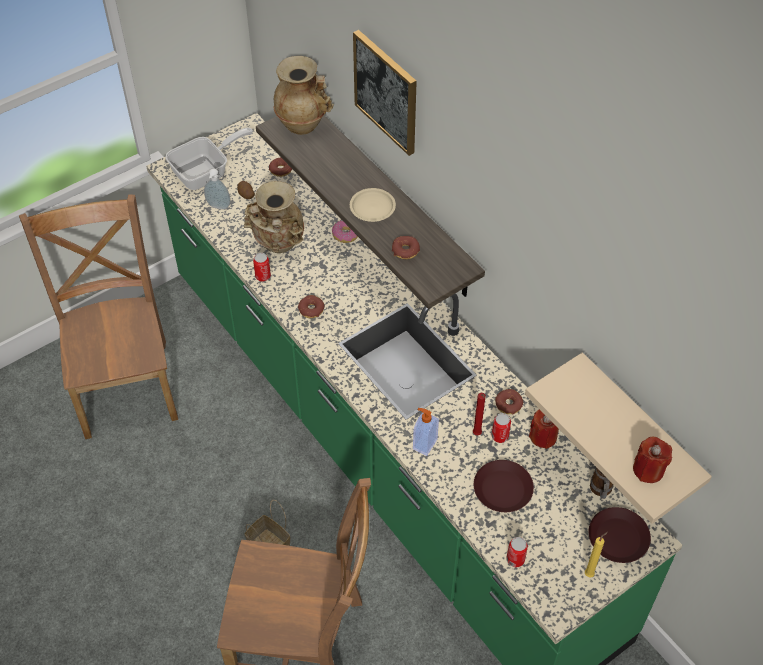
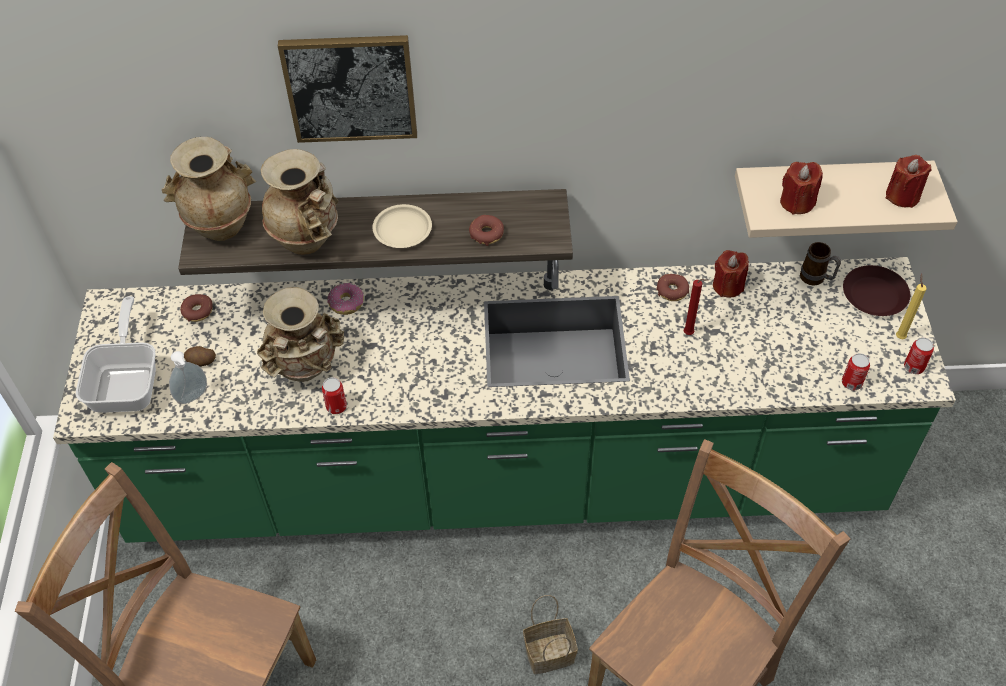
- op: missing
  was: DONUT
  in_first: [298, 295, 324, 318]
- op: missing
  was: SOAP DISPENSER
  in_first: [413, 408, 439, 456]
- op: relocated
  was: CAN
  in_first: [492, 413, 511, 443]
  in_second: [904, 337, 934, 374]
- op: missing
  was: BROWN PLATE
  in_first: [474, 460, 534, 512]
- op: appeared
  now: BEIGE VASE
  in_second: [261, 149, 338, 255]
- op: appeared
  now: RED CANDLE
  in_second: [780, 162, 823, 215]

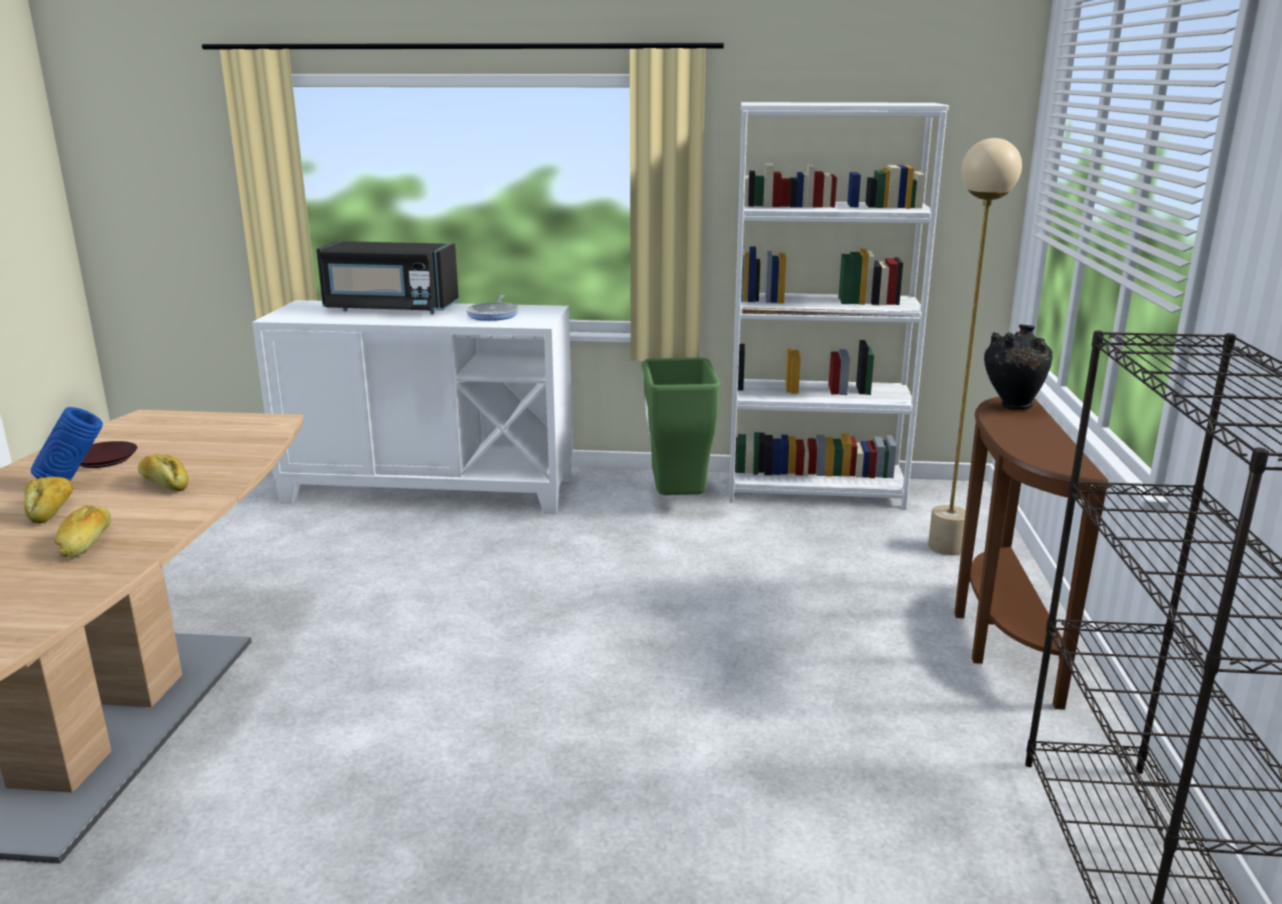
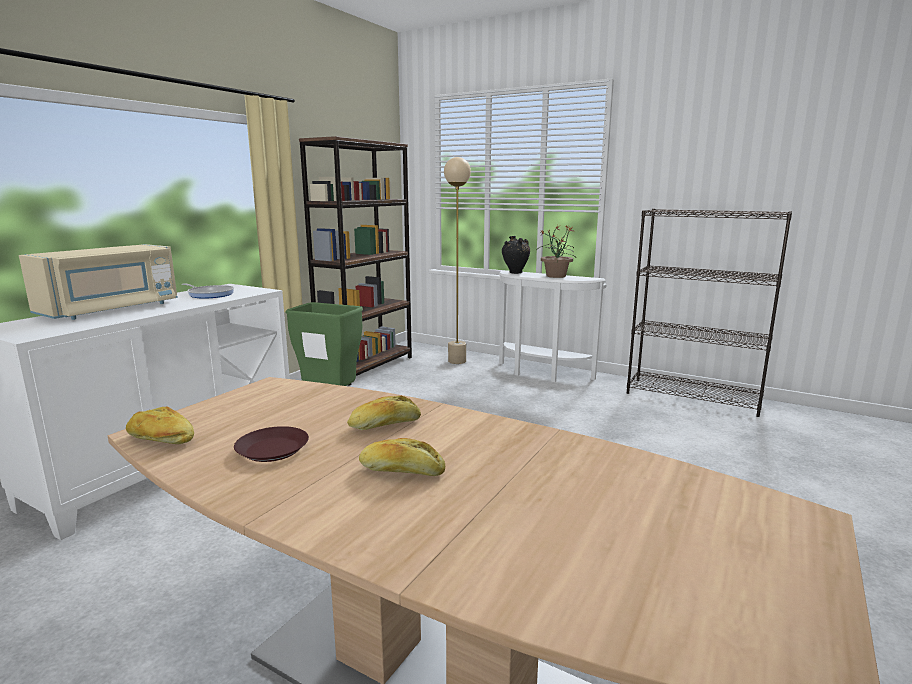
- op: colour
  was: WHITE BOOKCASE
  now: BROWN BOOKCASE
  in_first: [729, 102, 949, 509]
  in_second: [299, 136, 412, 386]
- op: colour
  was: BLACK MICROWAVE
  now: BEIGE MICROWAVE
  in_first: [316, 241, 459, 314]
  in_second: [19, 244, 178, 320]
- op: colour
  was: BROWN CONSOLE TABLE
  now: WHITE CONSOLE TABLE
  in_first: [954, 397, 1109, 710]
  in_second: [499, 270, 606, 382]
- op: missing
  was: BLUE VASE
  in_first: [31, 407, 103, 481]
- op: relocated
  was: BREAD
  in_first: [54, 505, 111, 557]
  in_second: [126, 406, 194, 444]
- op: appeared
  now: POTTED PLANT
  in_second: [537, 225, 576, 278]

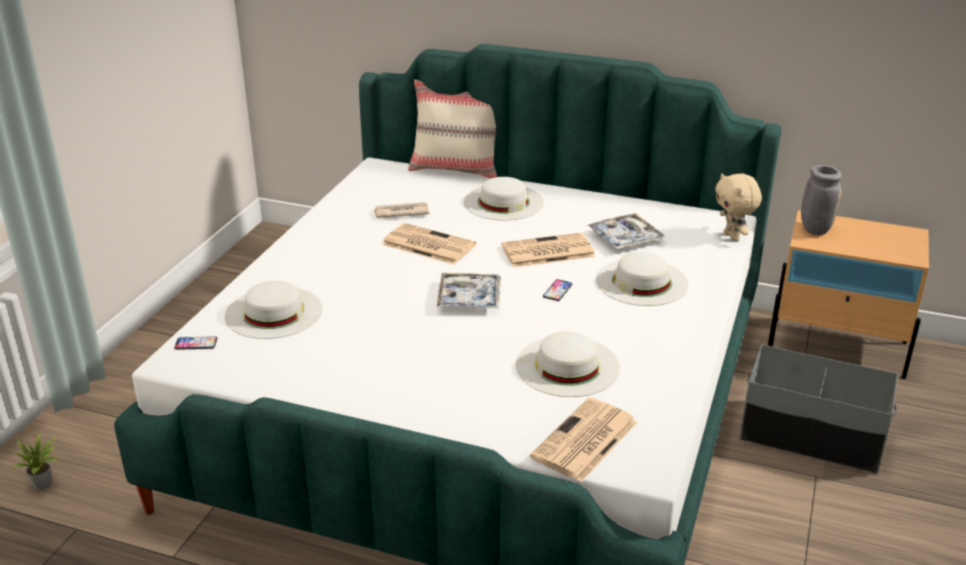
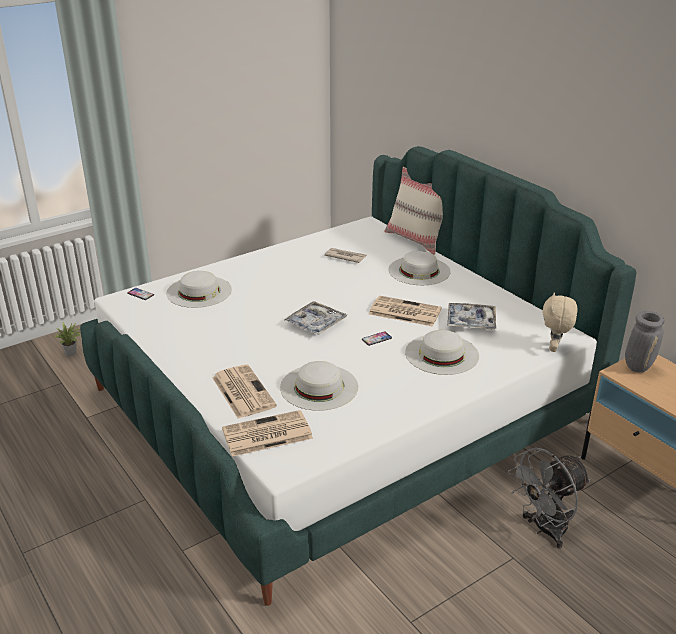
- op: relocated
  was: NEWSPAPER
  in_first: [382, 223, 476, 264]
  in_second: [212, 364, 277, 419]
- op: exchanged
  was: GREY STORAGE BOX
  now: GREY FAN
  in_first: [740, 344, 898, 473]
  in_second: [508, 447, 591, 549]

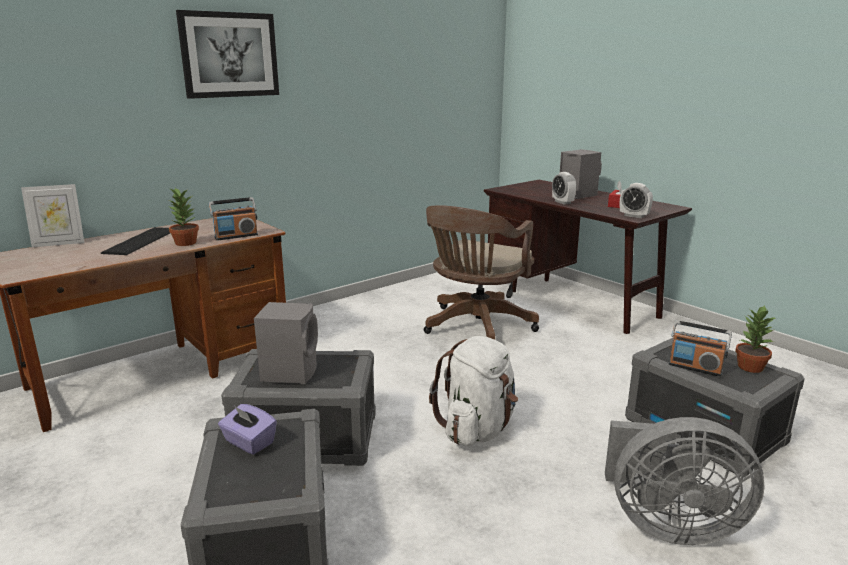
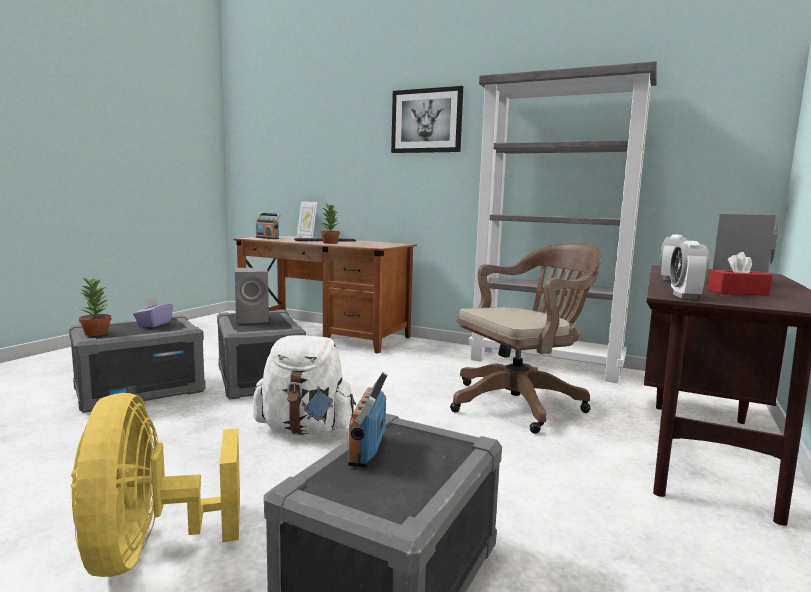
- op: relocated
  was: RADIO
  in_first: [209, 197, 258, 240]
  in_second: [256, 213, 281, 239]
- op: spun
  was: BROWN OFFICE CHAIR
  in_first: [424, 205, 539, 340]
  in_second: [450, 243, 602, 434]
  clockwise: 150
- op: relocated
  was: POTTED PLANT
  in_first: [735, 305, 776, 373]
  in_second: [79, 277, 112, 336]
- op: colour
  was: GREY FAN
  now: YELLOW FAN
  in_first: [605, 417, 765, 545]
  in_second: [71, 393, 240, 577]
- op: appeared
  now: GREY BOOKCASE
  in_second: [468, 61, 657, 383]

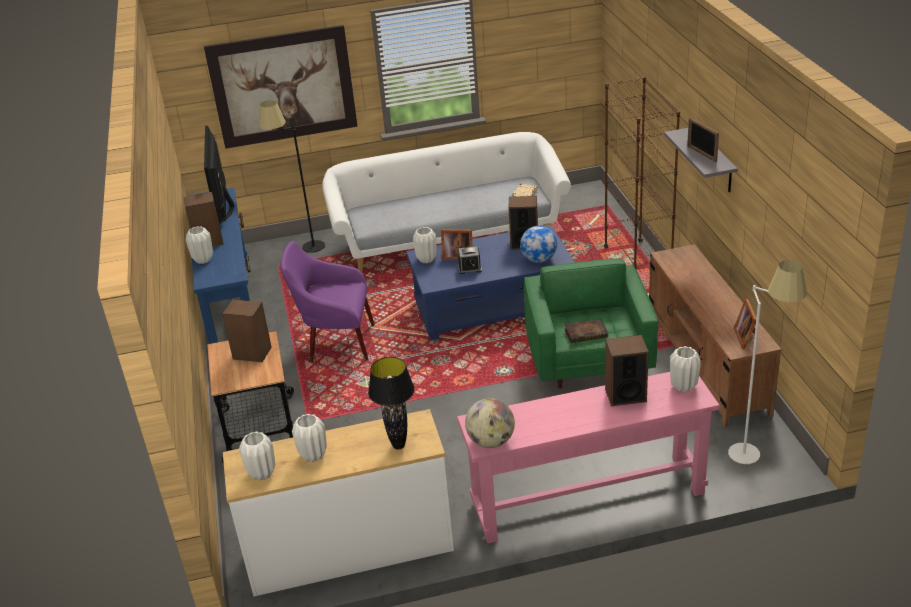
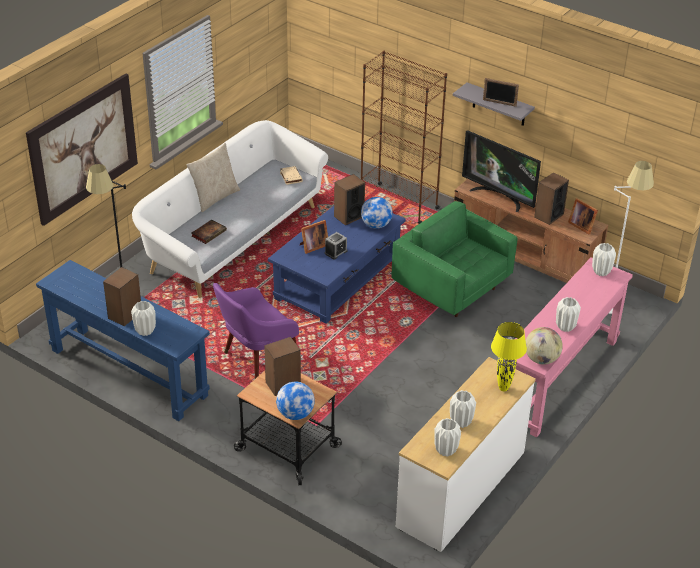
- op: relocated
  was: TELEVISION
  in_first: [204, 126, 234, 223]
  in_second: [462, 130, 541, 212]
- op: relocated
  was: WHITE VASE
  in_first: [413, 227, 437, 263]
  in_second: [556, 297, 581, 332]
- op: relocated
  was: BOOK
  in_first: [564, 319, 608, 343]
  in_second: [191, 220, 227, 244]
- op: relocated
  was: SPEAKER
  in_first: [605, 335, 649, 406]
  in_second: [534, 172, 569, 225]
- op: colour
  was: BLACK TABLE LAMP
  now: YELLOW TABLE LAMP
  in_first: [368, 357, 415, 450]
  in_second: [491, 322, 527, 391]
- op: appeared
  now: BEIGE PILLOW
  in_second: [187, 143, 240, 212]
- op: appeared
  now: GLOBE
  in_second: [276, 381, 315, 420]

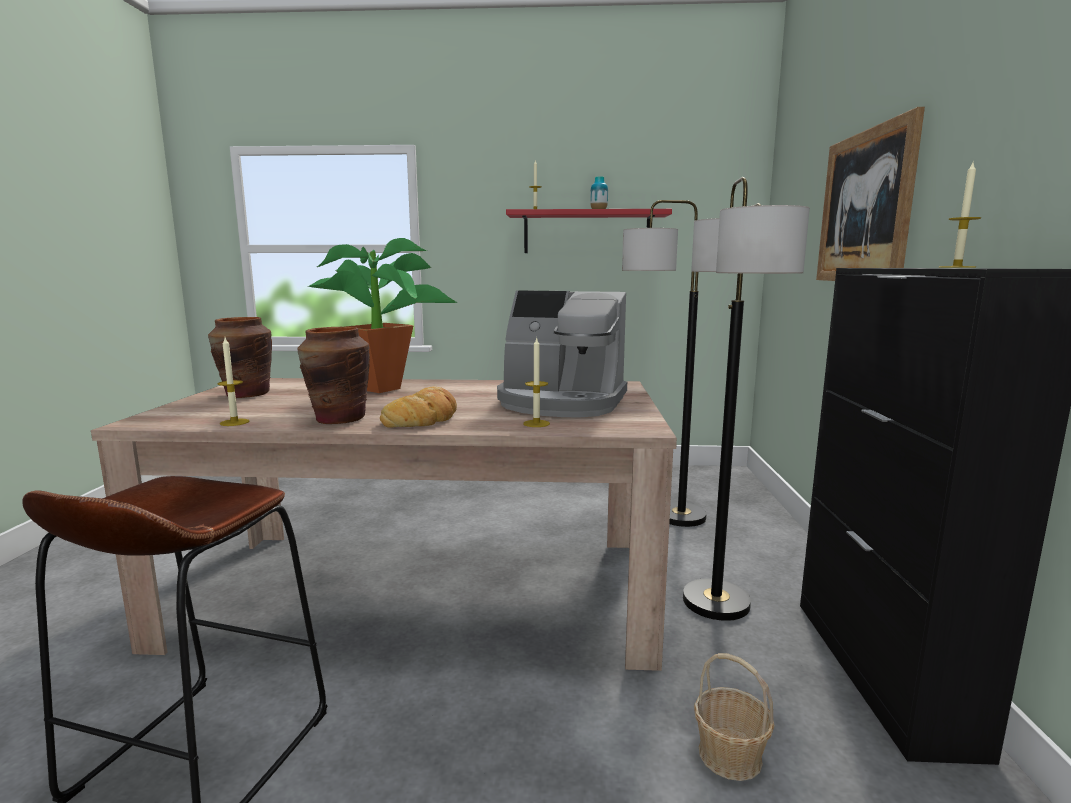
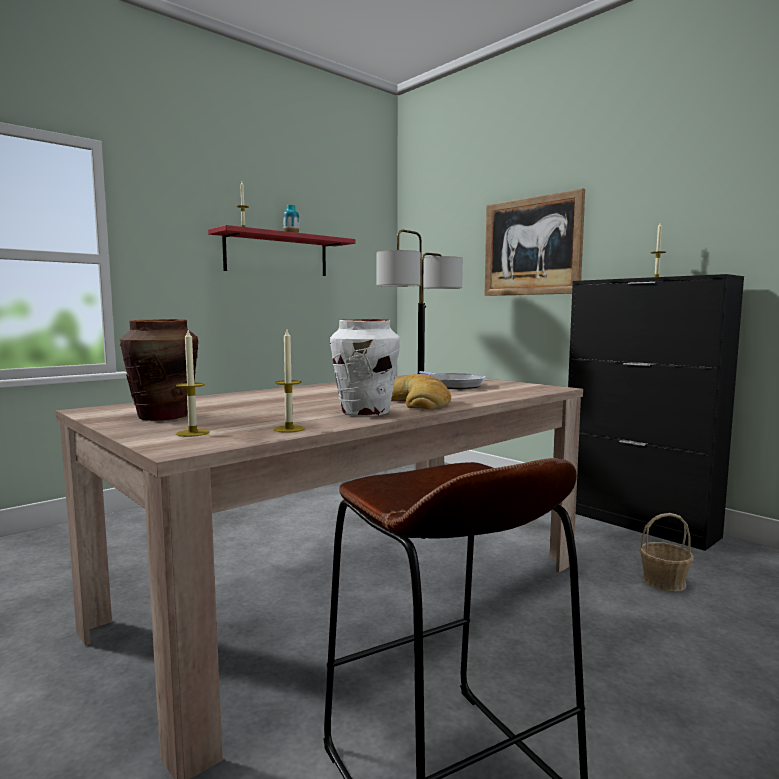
- op: missing
  was: FLOOR LAMP
  in_first: [683, 177, 810, 621]
- op: missing
  was: POTTED PLANT
  in_first: [308, 238, 458, 393]
- op: exchanged
  was: COFFEE MACHINE
  now: FRYING PAN
  in_first: [497, 290, 627, 418]
  in_second: [419, 371, 485, 389]
- op: colour
  was: BROWN VASE
  now: WHITE VASE
  in_first: [298, 327, 370, 424]
  in_second: [330, 319, 400, 416]
- op: relocated
  was: CANDLE
  in_first: [523, 337, 550, 427]
  in_second: [176, 330, 210, 437]

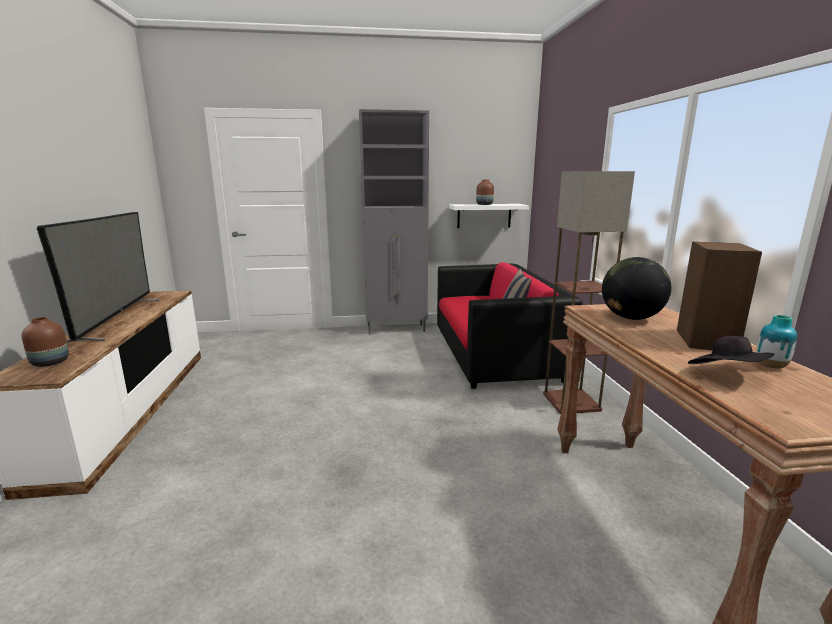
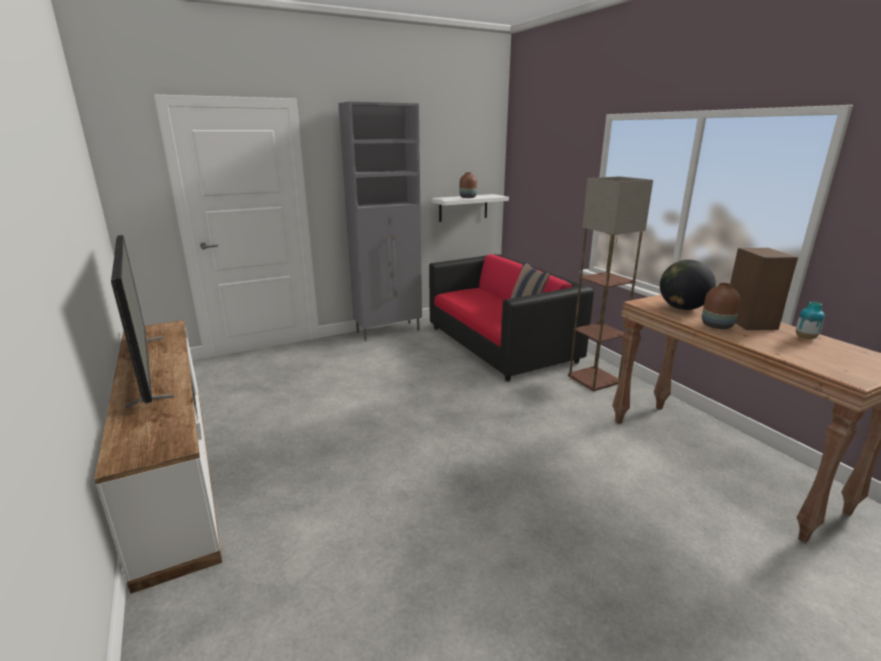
- op: relocated
  was: BROWN VASE
  in_first: [22, 317, 69, 367]
  in_second: [702, 283, 741, 329]
- op: missing
  was: BLACK HAT
  in_first: [688, 336, 774, 364]

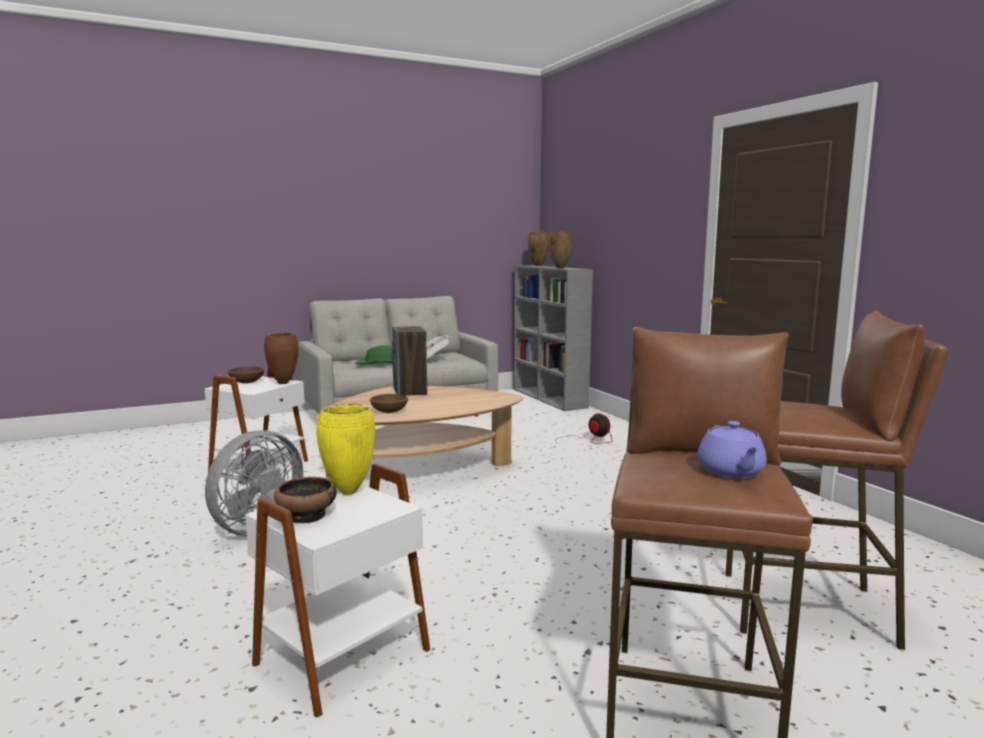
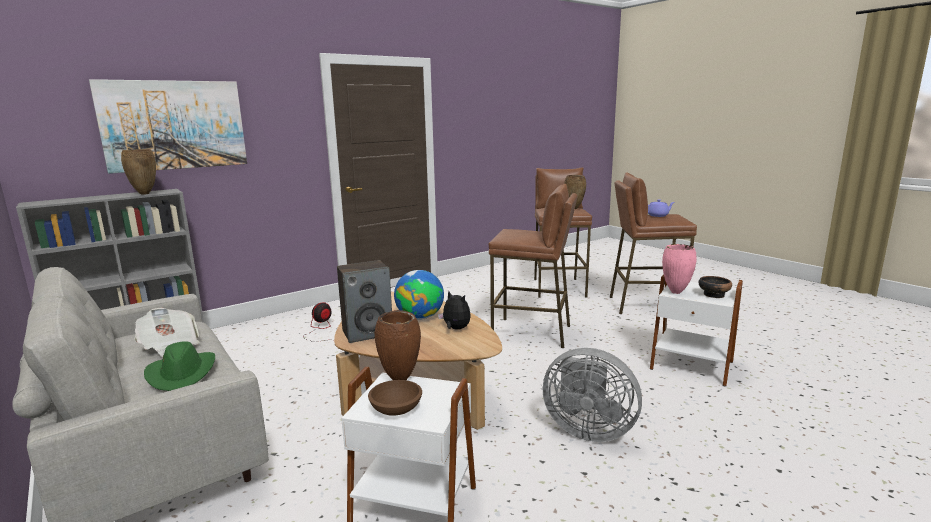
- op: relocated
  was: BROWN VASE
  in_first: [528, 231, 550, 266]
  in_second: [564, 175, 586, 209]
- op: exchanged
  was: BROWN BOWL
  now: PLUSH TOY
  in_first: [370, 394, 408, 413]
  in_second: [438, 291, 471, 330]
- op: colour
  was: YELLOW VASE
  now: PINK VASE
  in_first: [316, 404, 375, 495]
  in_second: [662, 244, 697, 294]
- op: appeared
  now: PICTURE
  in_second: [89, 79, 247, 174]
- op: appeared
  now: BROWN STOOL
  in_second: [489, 184, 577, 348]
- op: appeared
  now: GLOBE
  in_second: [394, 270, 444, 320]

